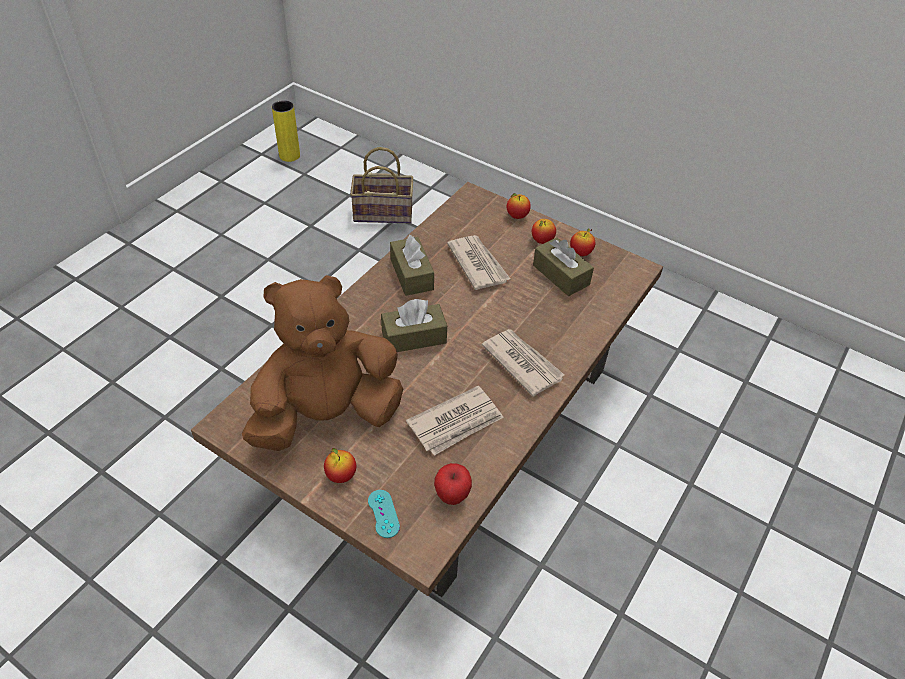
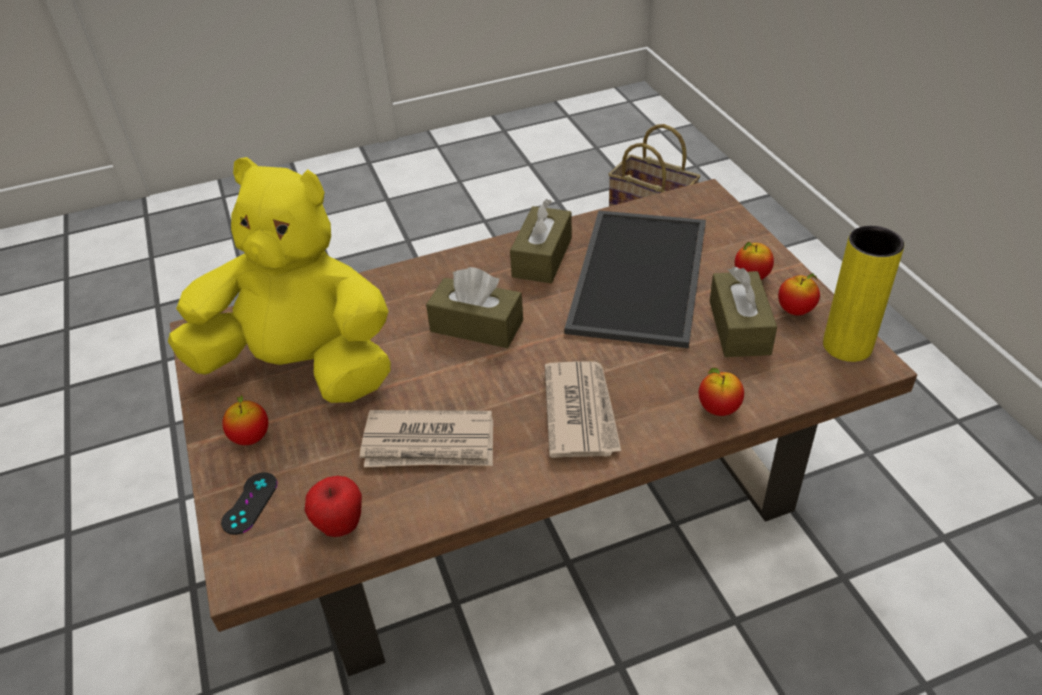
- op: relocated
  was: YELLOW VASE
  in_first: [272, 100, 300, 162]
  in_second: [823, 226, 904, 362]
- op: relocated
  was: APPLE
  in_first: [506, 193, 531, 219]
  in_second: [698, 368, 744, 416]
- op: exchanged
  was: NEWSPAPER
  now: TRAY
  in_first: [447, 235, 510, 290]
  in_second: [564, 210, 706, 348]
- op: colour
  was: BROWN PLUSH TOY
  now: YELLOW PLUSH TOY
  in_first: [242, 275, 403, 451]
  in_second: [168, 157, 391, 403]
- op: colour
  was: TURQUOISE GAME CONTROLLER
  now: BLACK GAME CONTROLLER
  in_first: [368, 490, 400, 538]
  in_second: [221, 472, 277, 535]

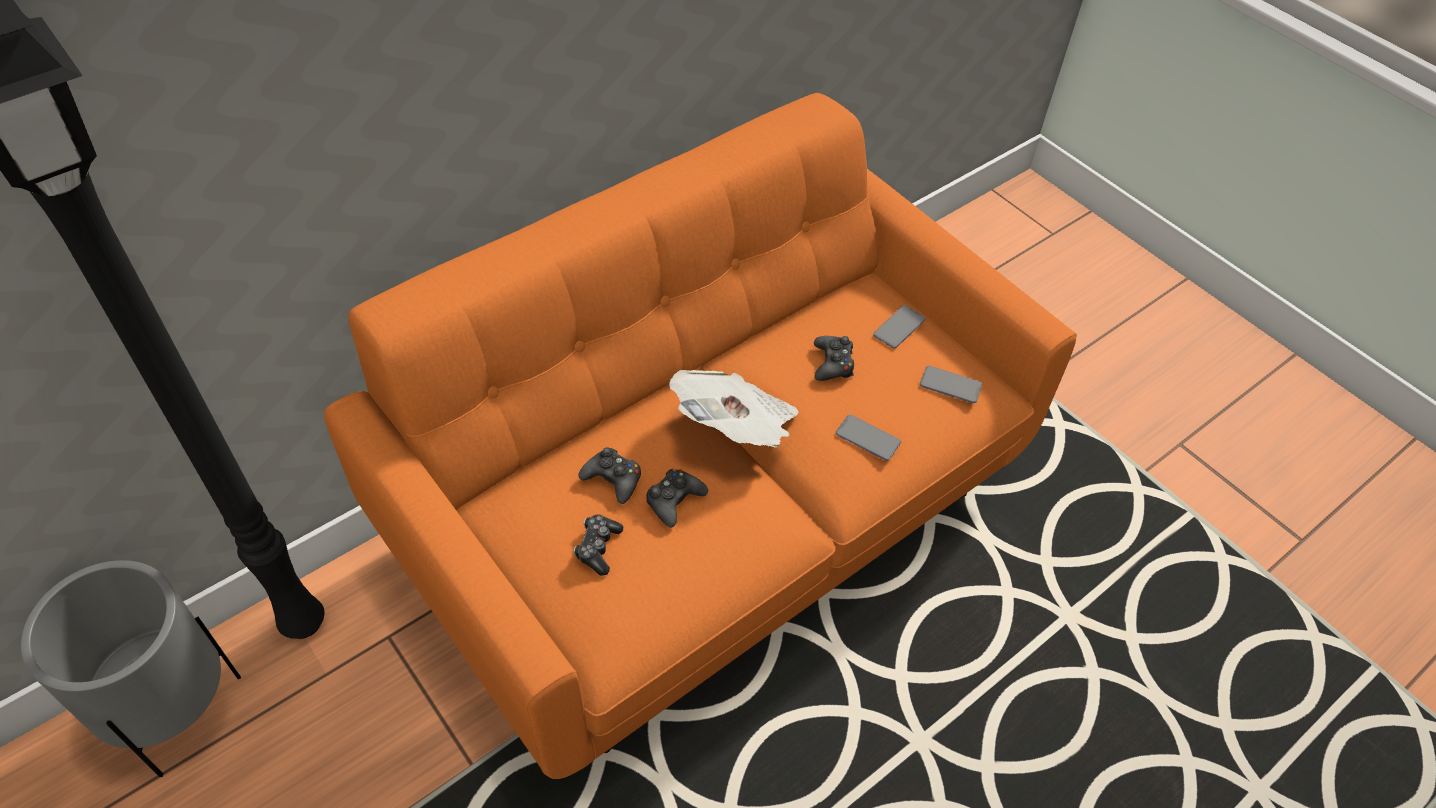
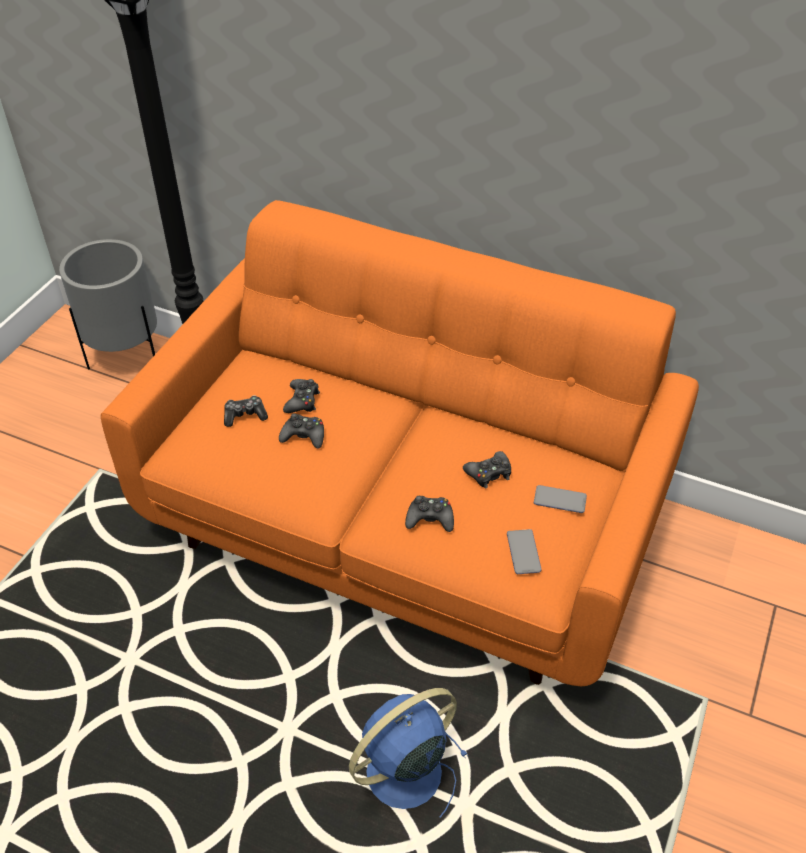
- op: missing
  was: NEWSPAPER
  in_first: [669, 370, 799, 447]
- op: exchanged
  was: PHONE
  now: BLACK GAME CONTROLLER
  in_first: [836, 415, 901, 461]
  in_second: [405, 496, 454, 532]
- op: appeared
  now: BLUE FAN
  in_second: [349, 688, 468, 818]

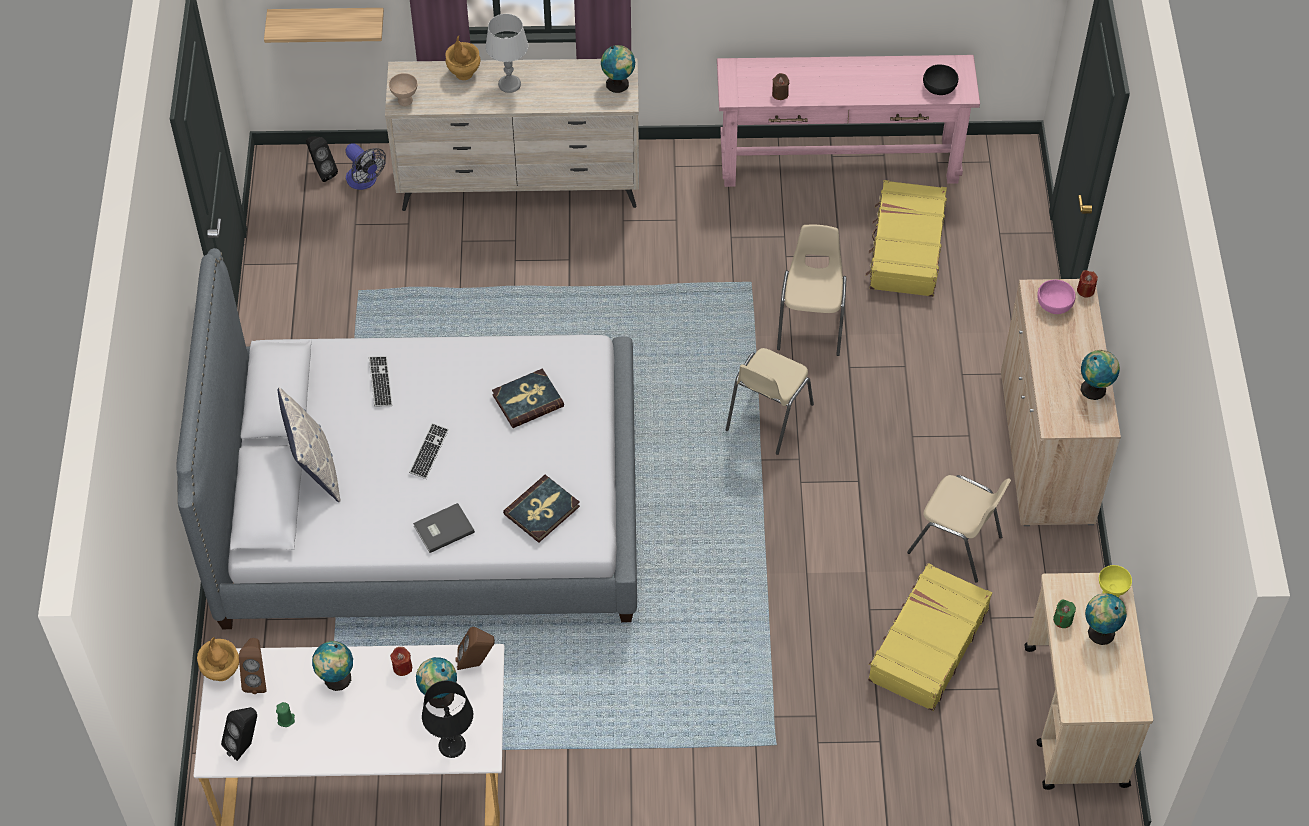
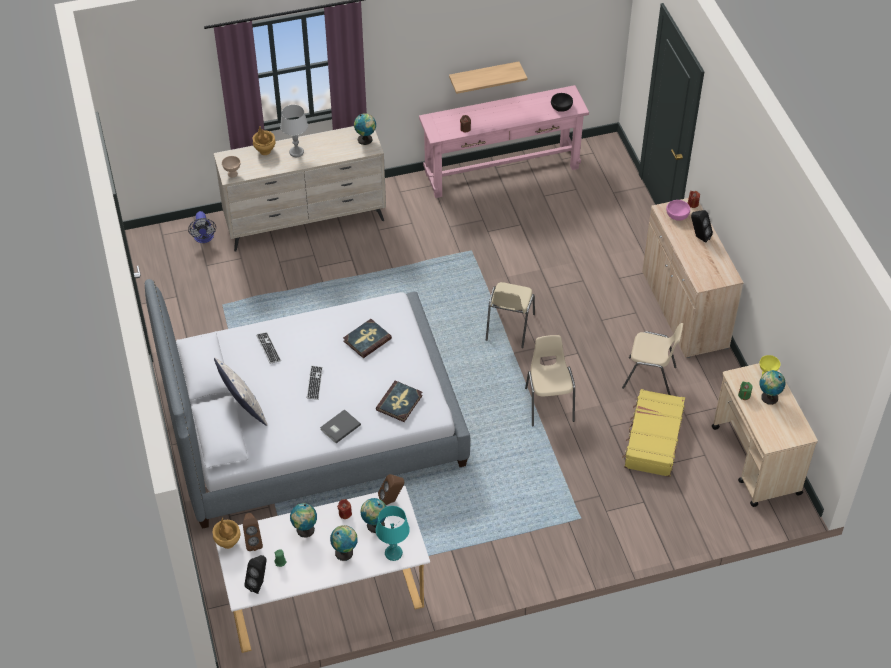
- op: relocated
  was: SHELF
  in_first: [264, 8, 384, 43]
  in_second: [449, 61, 527, 94]
- op: relocated
  was: BLACK SPEAKER
  in_first: [306, 136, 338, 182]
  in_second: [691, 210, 713, 243]
- op: spun
  was: FAN
  in_first: [345, 143, 386, 190]
  in_second: [188, 211, 216, 243]
  clockwise: 45
- op: missing
  was: YELLOW SUITCASE
  in_first: [866, 180, 947, 297]
- op: relocated
  was: BEIGE CHAIR
  in_first: [777, 224, 846, 356]
  in_second: [525, 335, 575, 426]
- op: relocated
  was: GLOBE
  in_first: [1081, 350, 1120, 400]
  in_second: [330, 525, 358, 561]
- op: colour
  was: BLACK TABLE LAMP
  now: TURQUOISE TABLE LAMP
  in_first: [422, 680, 473, 758]
  in_second: [376, 506, 410, 561]

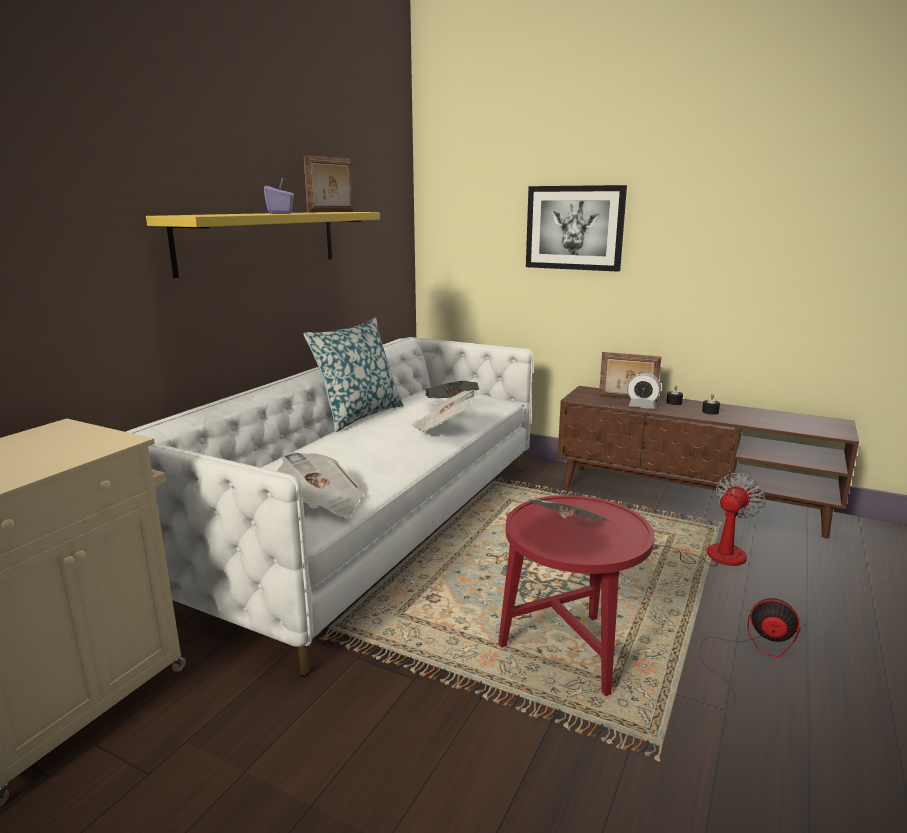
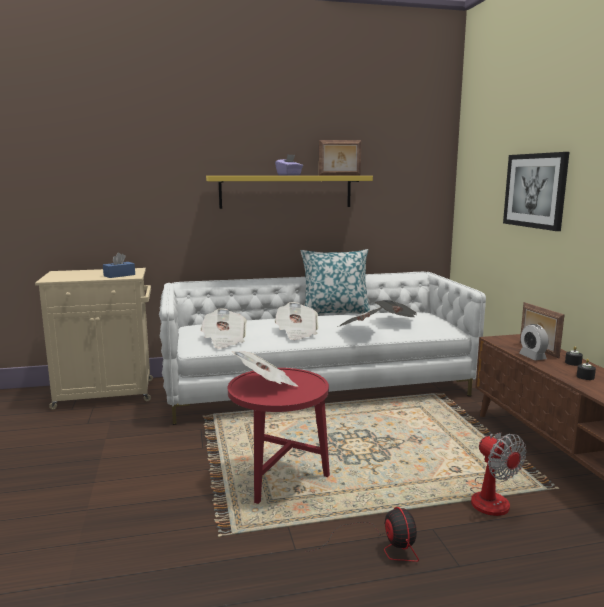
- op: spun
  was: FAN
  in_first: [665, 473, 766, 567]
  in_second: [470, 433, 526, 516]
  clockwise: 60
- op: appeared
  now: BLUE TISSUE BOX
  in_second: [103, 253, 135, 278]
- op: appeared
  now: NEWSPAPER
  in_second: [274, 302, 318, 340]

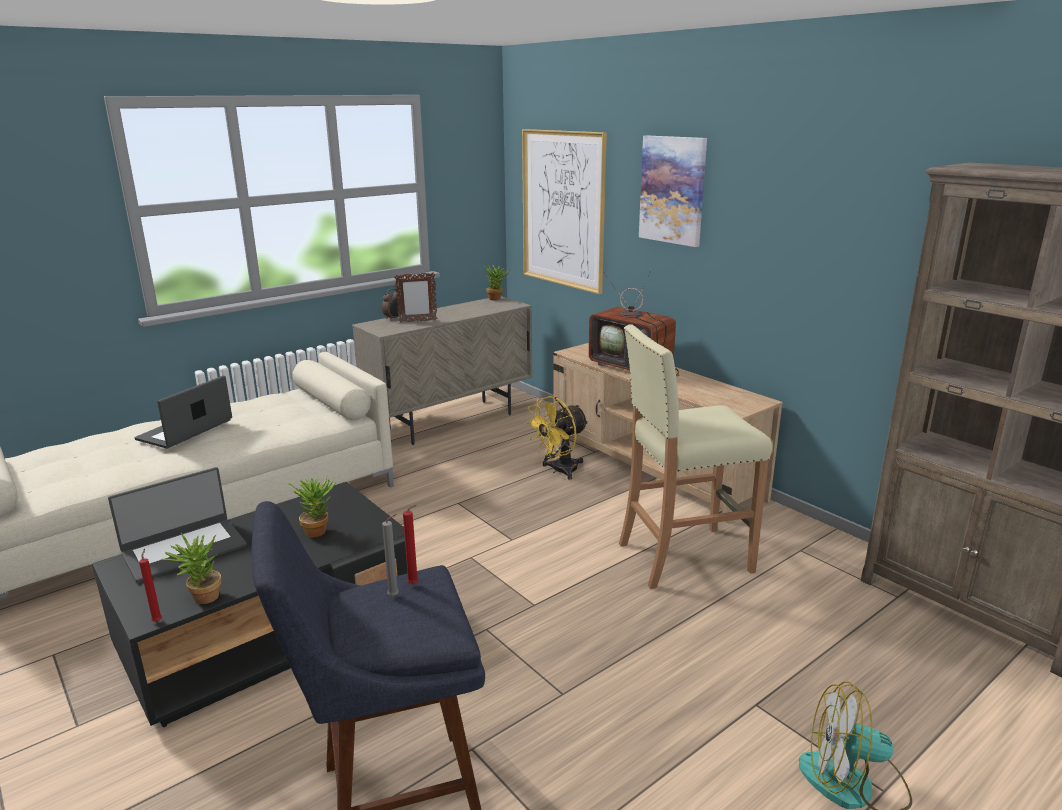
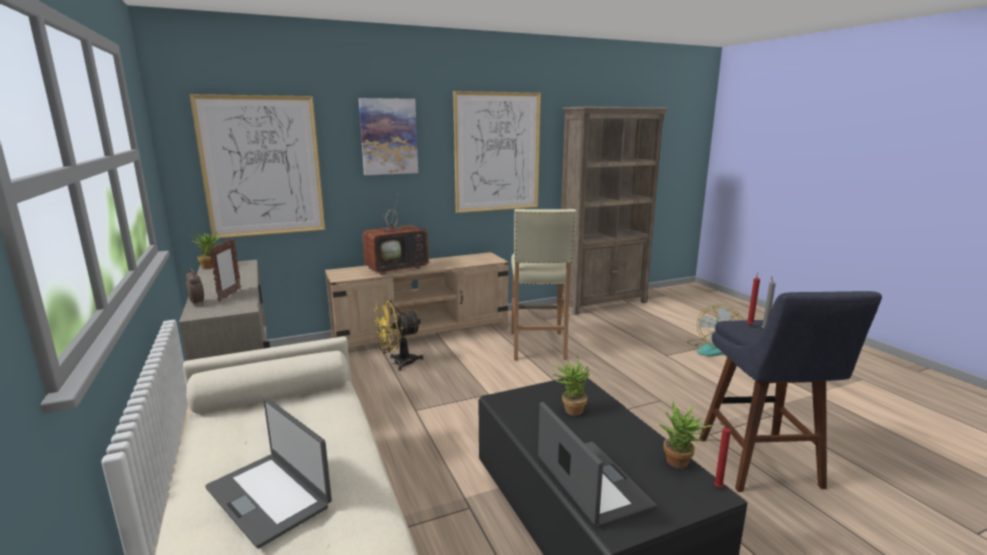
- op: spun
  was: YELLOW FAN
  in_first: [525, 396, 589, 480]
  in_second: [374, 301, 424, 371]
  clockwise: 90
- op: appeared
  now: PICTURE
  in_second: [453, 91, 541, 213]

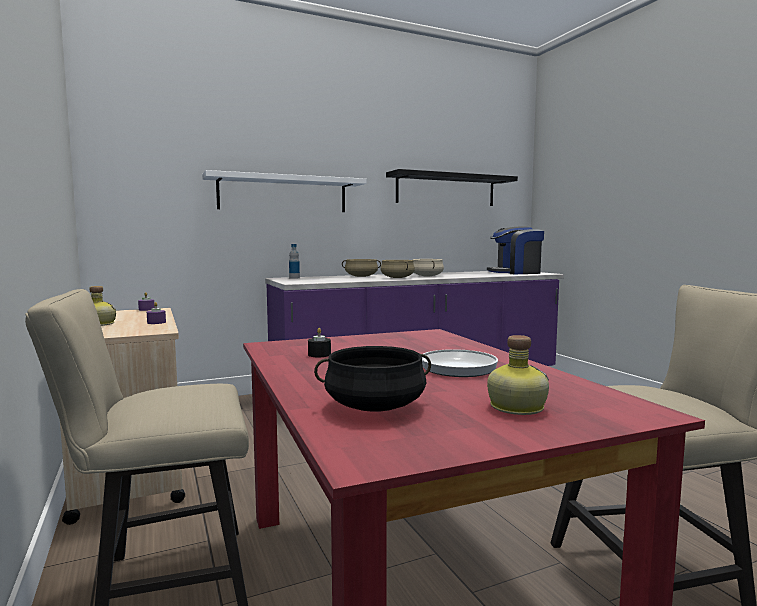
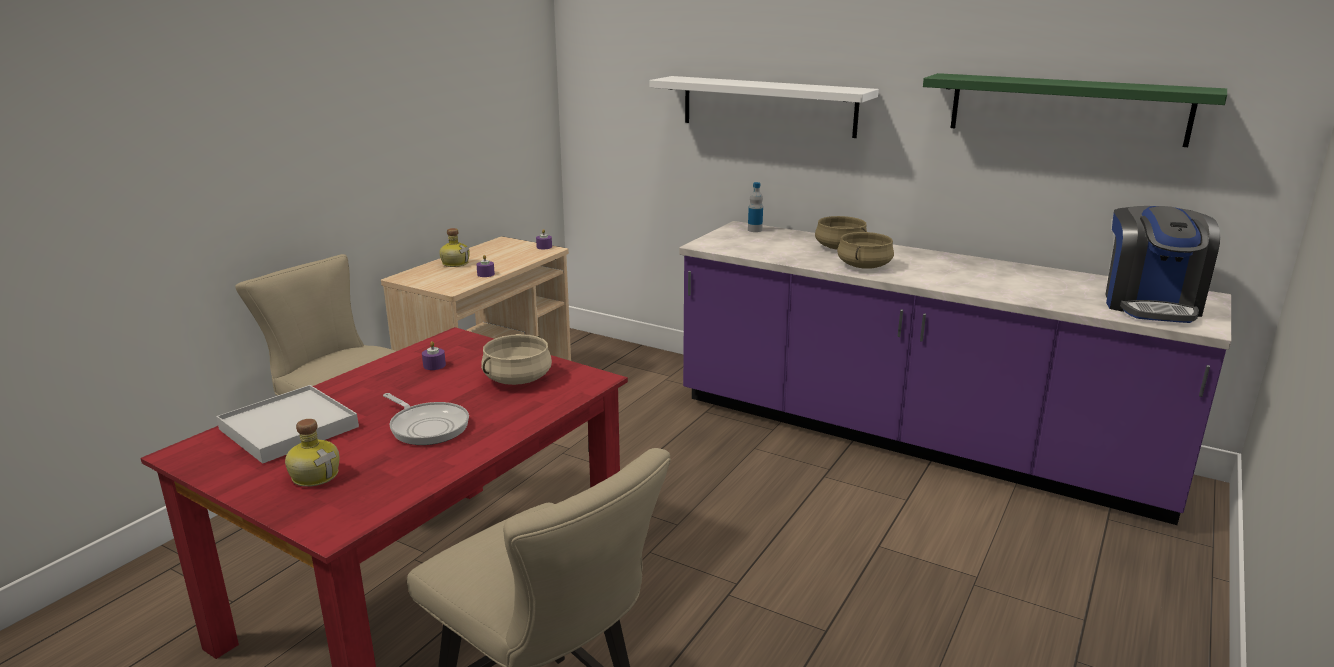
- op: colour
  was: BLACK SHELF
  now: GREEN SHELF
  in_first: [386, 169, 518, 206]
  in_second: [923, 73, 1227, 147]
- op: spun
  was: COFFEE MACHINE
  in_first: [487, 226, 544, 274]
  in_second: [1105, 206, 1220, 323]
  clockwise: -120
- op: relocated
  was: BEIGE COOKING POT
  in_first: [413, 259, 444, 276]
  in_second: [481, 334, 552, 385]
- op: colour
  was: BLACK CANDLE
  now: PURPLE CANDLE
  in_first: [308, 328, 331, 357]
  in_second: [422, 341, 446, 370]
- op: exchanged
  was: BLACK COOKING POT
  now: WHITE TRAY
  in_first: [314, 346, 431, 412]
  in_second: [216, 385, 359, 464]

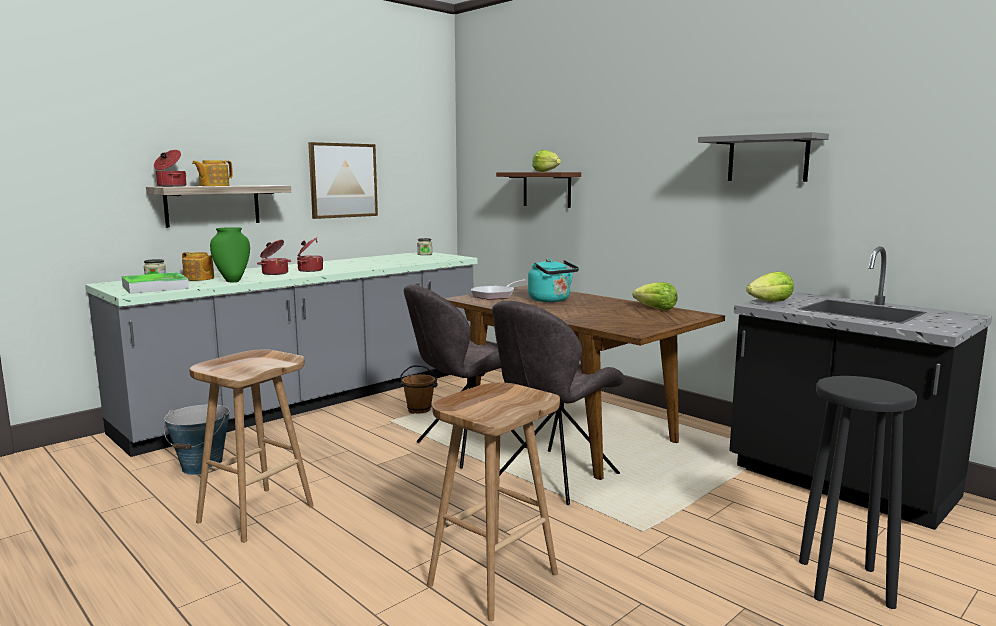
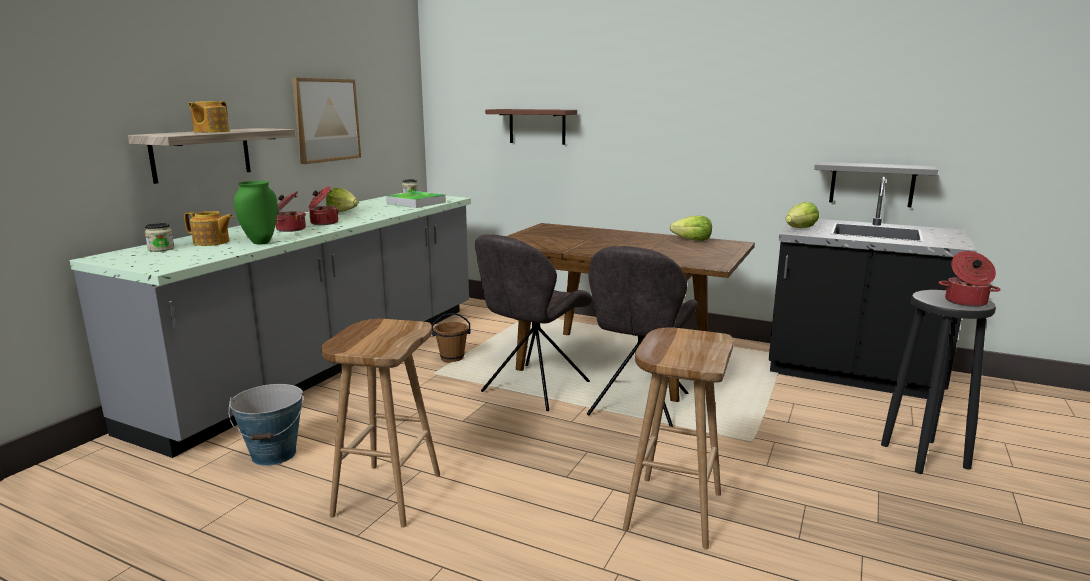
- op: relocated
  was: GREY SHELF
  in_first: [698, 132, 829, 182]
  in_second: [814, 162, 938, 207]
- op: relocated
  was: COOKING POT
  in_first: [154, 150, 187, 187]
  in_second: [939, 251, 1000, 307]
- op: relocated
  was: LETTUCE
  in_first: [532, 150, 561, 172]
  in_second: [326, 188, 358, 212]
- op: missing
  was: TURQUOISE KETTLE
  in_first: [528, 259, 579, 302]
- op: relocated
  was: TRAY
  in_first: [121, 272, 189, 294]
  in_second: [386, 191, 446, 208]
- op: missing
  was: FRYING PAN
  in_first: [470, 280, 527, 299]

